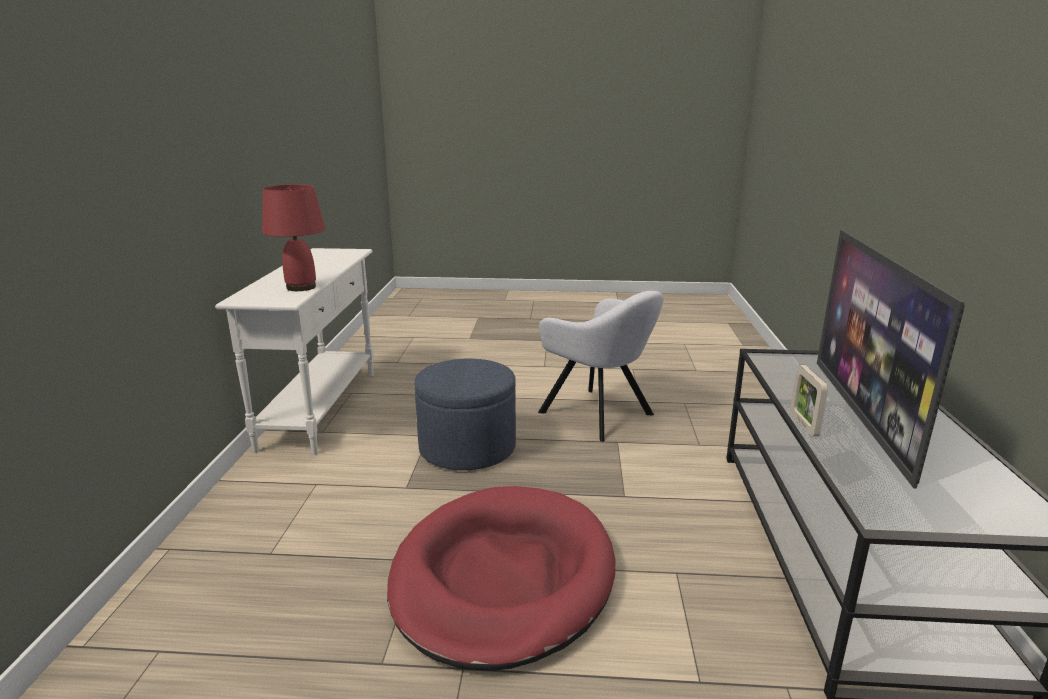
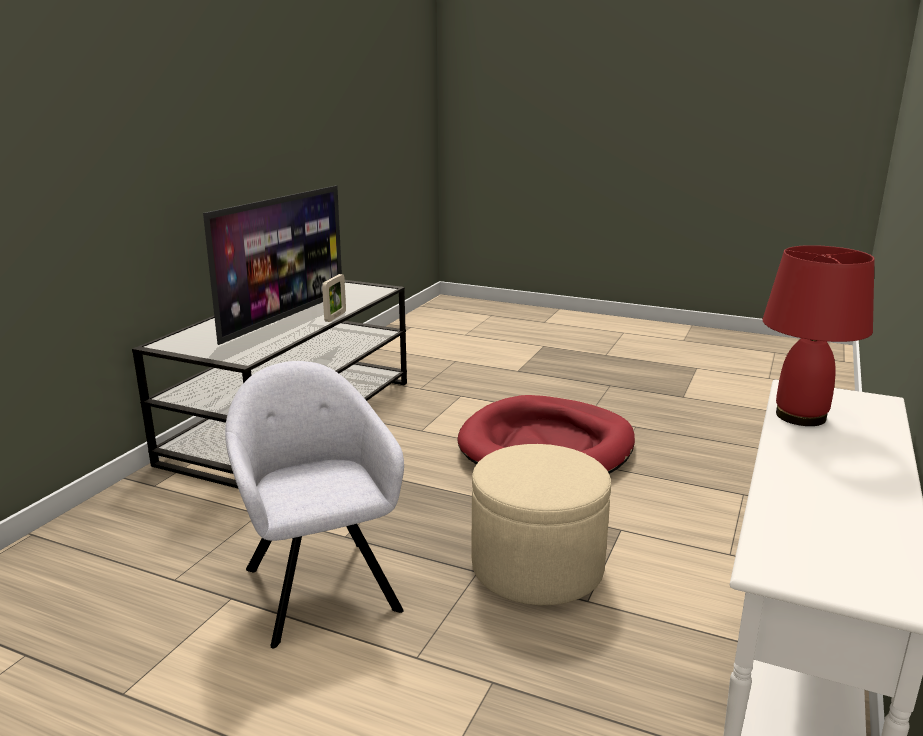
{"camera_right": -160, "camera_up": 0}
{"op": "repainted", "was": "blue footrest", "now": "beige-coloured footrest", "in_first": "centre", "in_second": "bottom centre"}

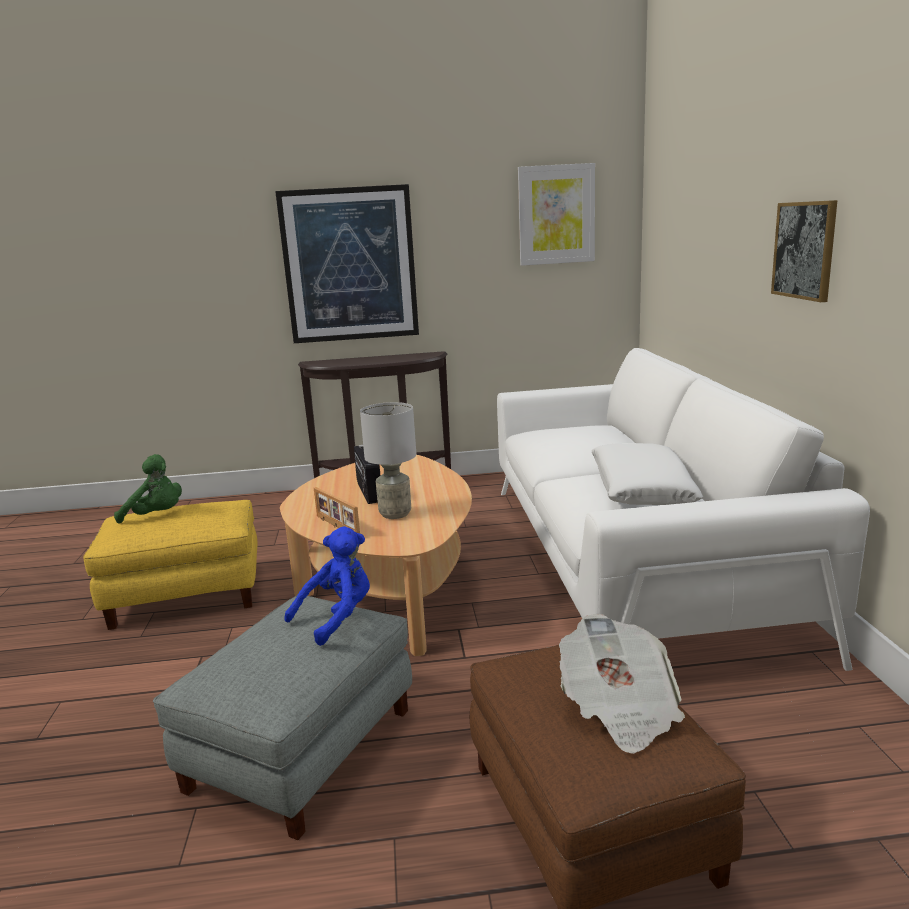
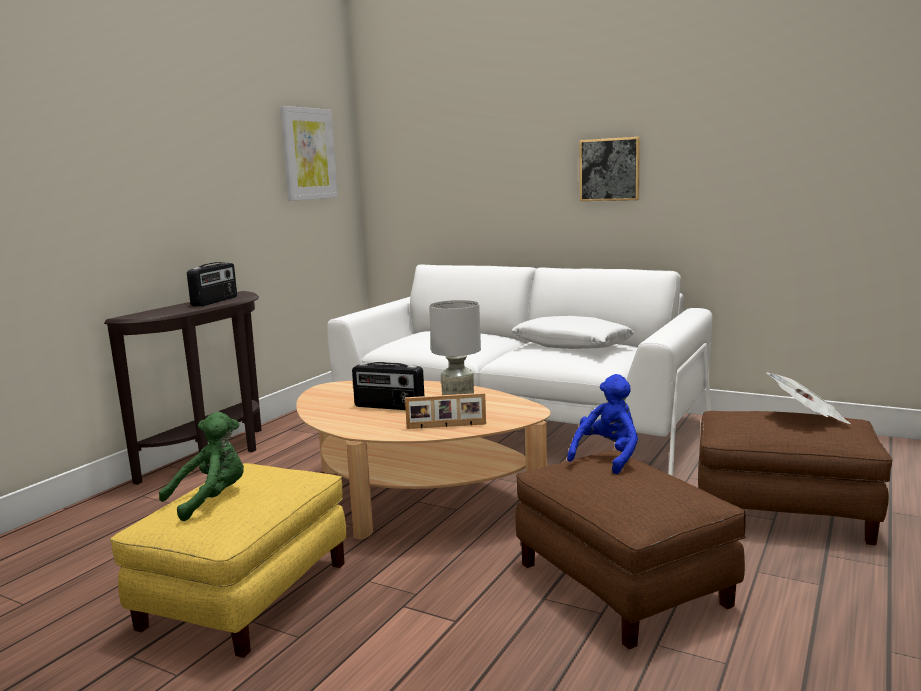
{"camera_right": -55, "camera_up": -5}
{"op": "gone", "was": "wall art (no. 1 from left)", "in_first": "top centre"}
{"op": "new", "now": "radio set (no. 1 from left)", "in_second": "middle left"}
{"op": "repainted", "was": "gray footrest", "now": "brown footrest (no. 1 from left)", "in_first": "bottom left", "in_second": "bottom right"}
{"op": "rotated", "was": "blue cuddly toy", "in_first": "centre", "in_second": "centre", "clockwise": 45}

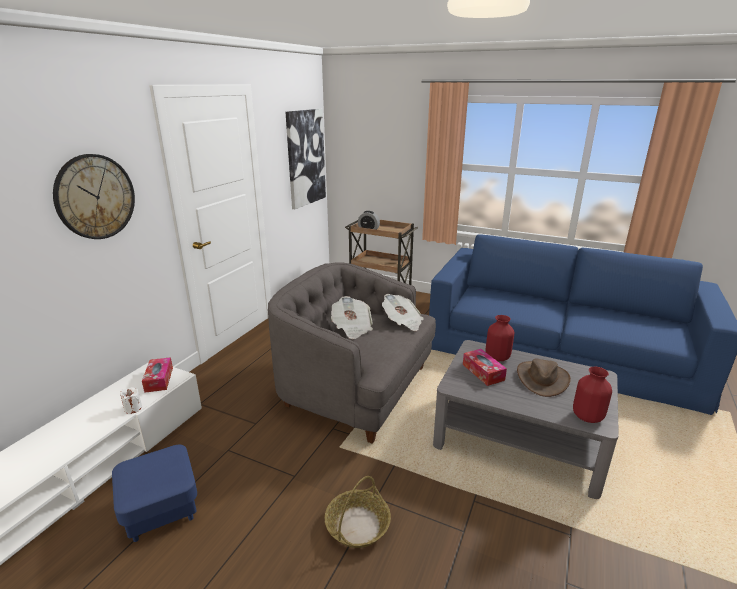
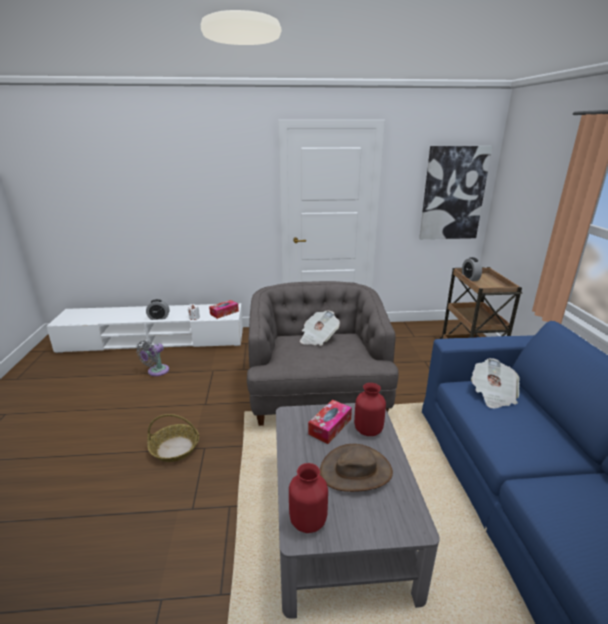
{"camera_right": 60, "camera_up": 0}
{"op": "gone", "was": "hanging clock", "in_first": "top left"}
{"op": "new", "now": "alarm clock (no. 1 from left)", "in_second": "middle left"}
{"op": "shifted", "was": "newspaper (no. 2 from left)", "in_first": "centre", "in_second": "middle right"}
{"op": "swapped", "was": "blue footrest", "now": "gray electric fan", "in_first": "bottom left", "in_second": "middle left"}

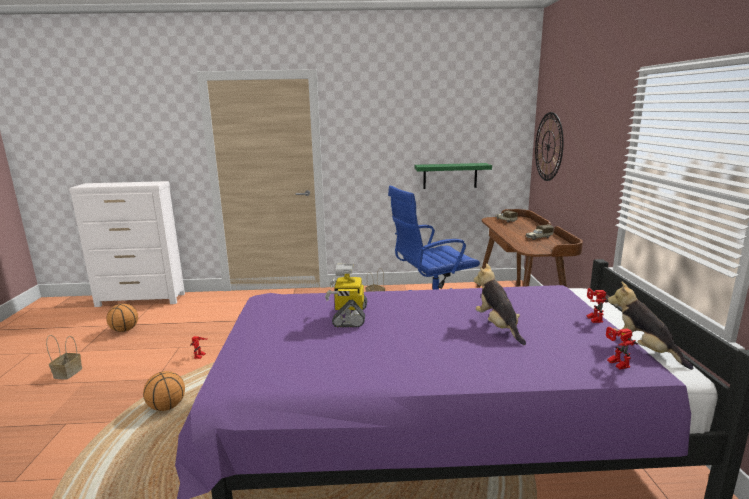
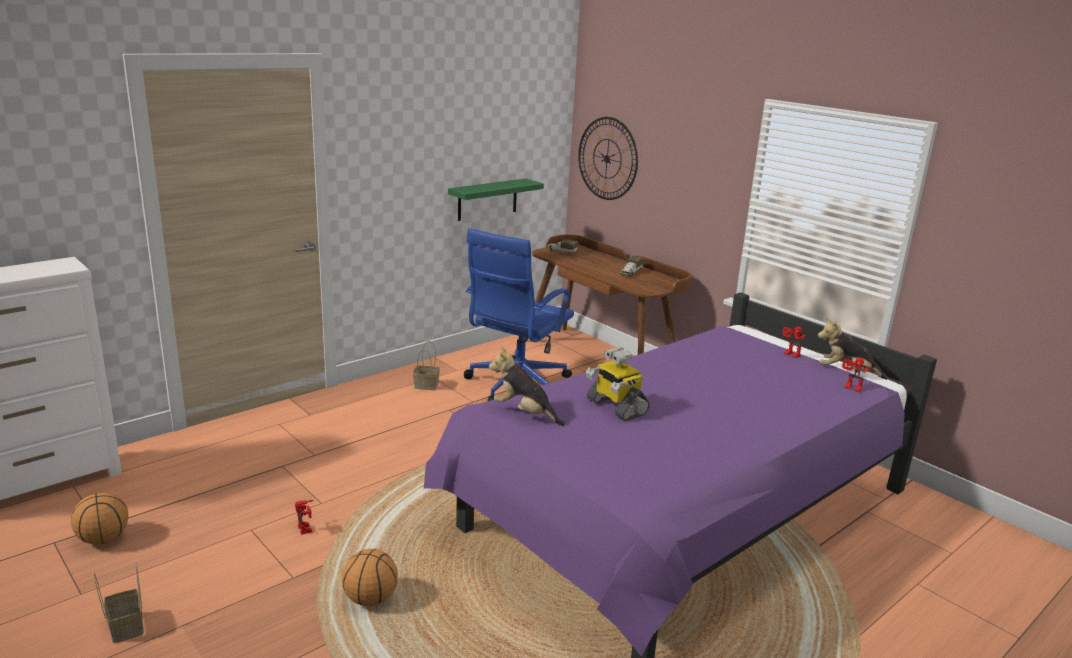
{"camera_right": -40, "camera_up": 5}
{"op": "shifted", "was": "cuddly toy (no. 1 from left)", "in_first": "middle right", "in_second": "centre"}

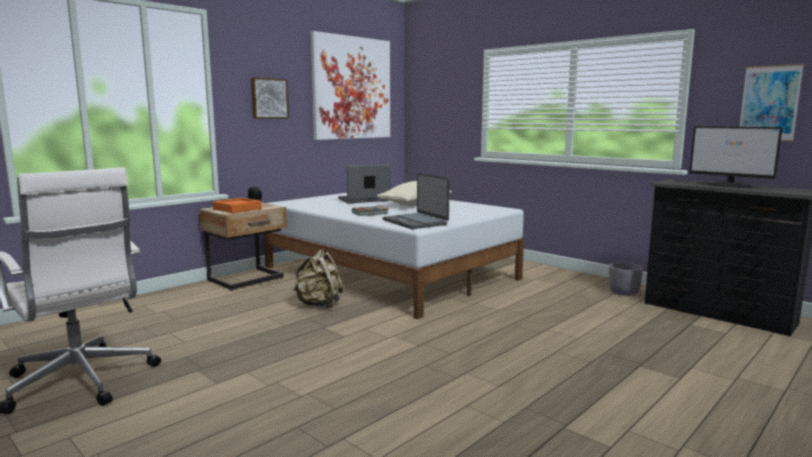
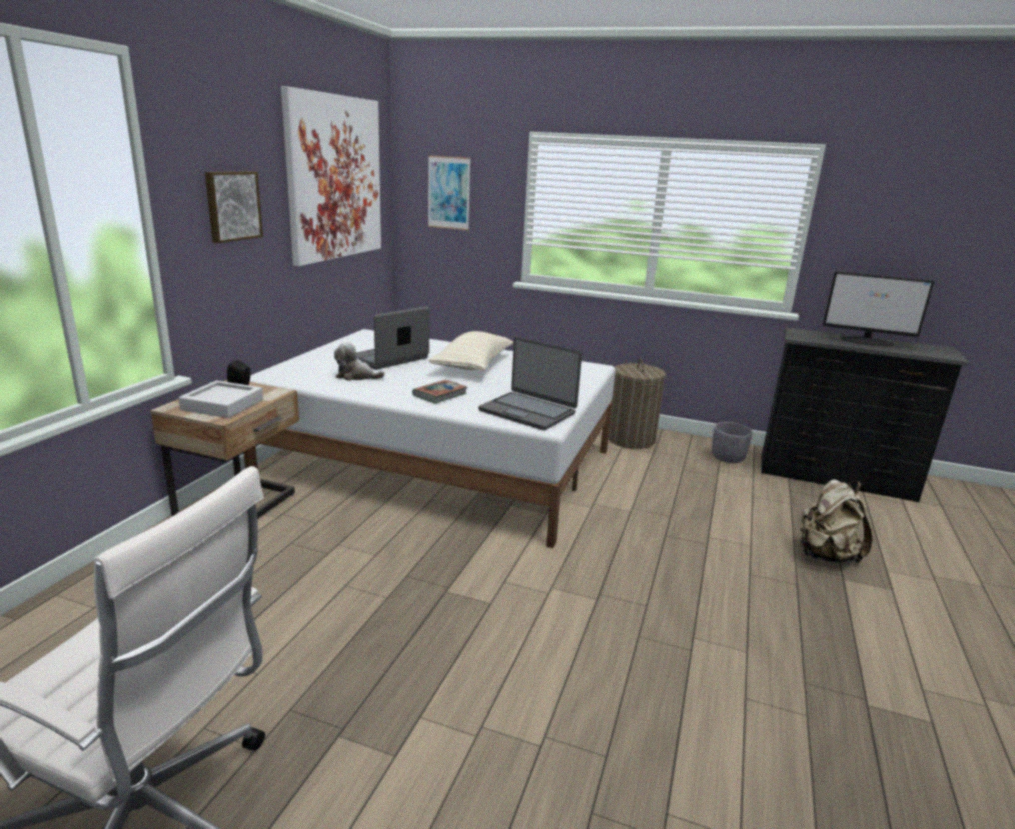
{"camera_right": -25, "camera_up": 10}
{"op": "new", "now": "cuddly toy", "in_second": "centre"}
{"op": "new", "now": "washing basket", "in_second": "centre"}
{"op": "shifted", "was": "beige-coloured backpack", "in_first": "centre", "in_second": "middle right"}
{"op": "shifted", "was": "wall art (no. 3 from left)", "in_first": "top right", "in_second": "top centre"}
{"op": "repainted", "was": "orange tray", "now": "gray tray", "in_first": "middle left", "in_second": "middle left"}

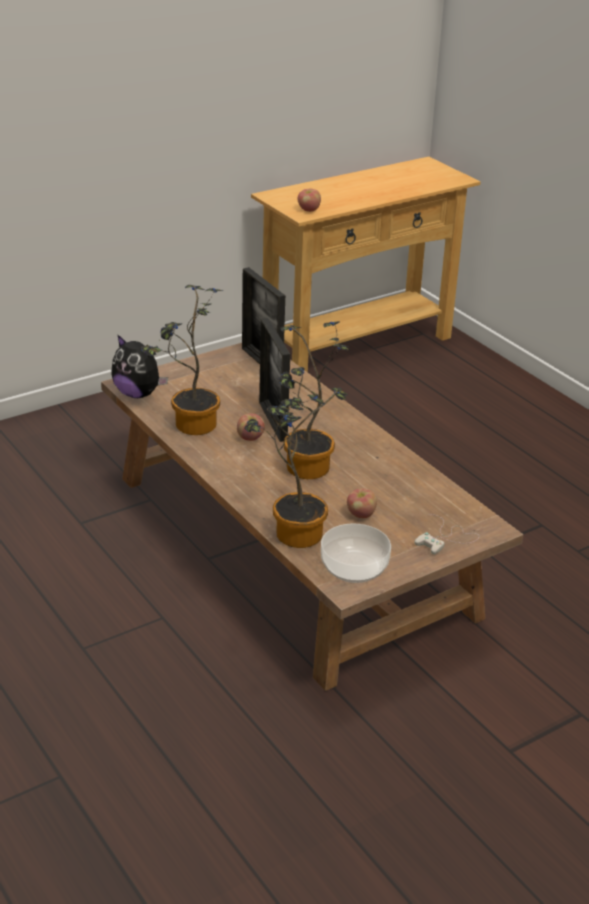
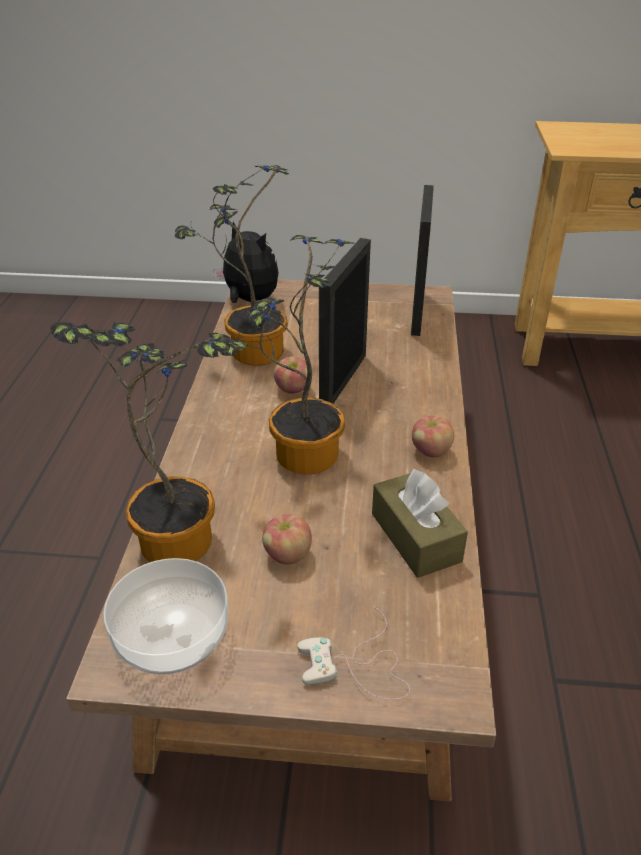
{"camera_right": 40, "camera_up": 5}
{"op": "new", "now": "brown tissue box", "in_second": "centre"}
{"op": "shifted", "was": "whole apple (no. 2 from left in the first image)", "now": "whole apple (no. 3 from left)", "in_first": "top centre", "in_second": "middle right"}
{"op": "rotated", "was": "cuddly toy", "in_first": "middle left", "in_second": "top centre", "clockwise": 150}

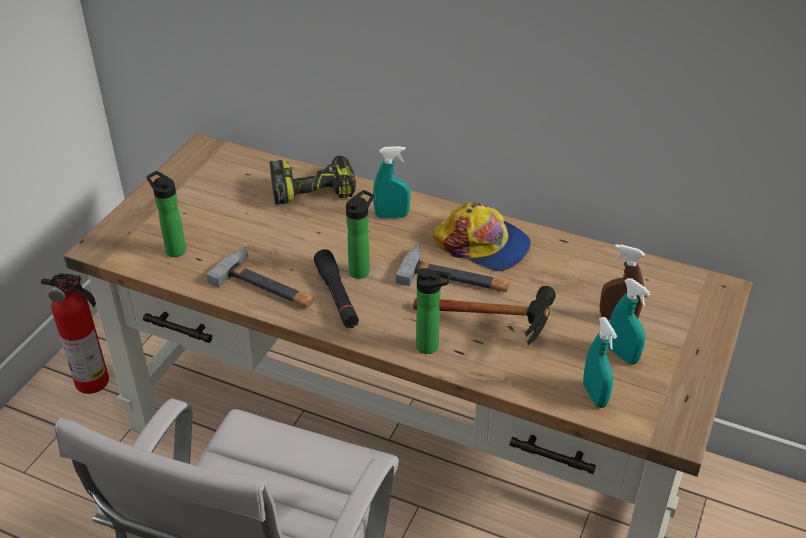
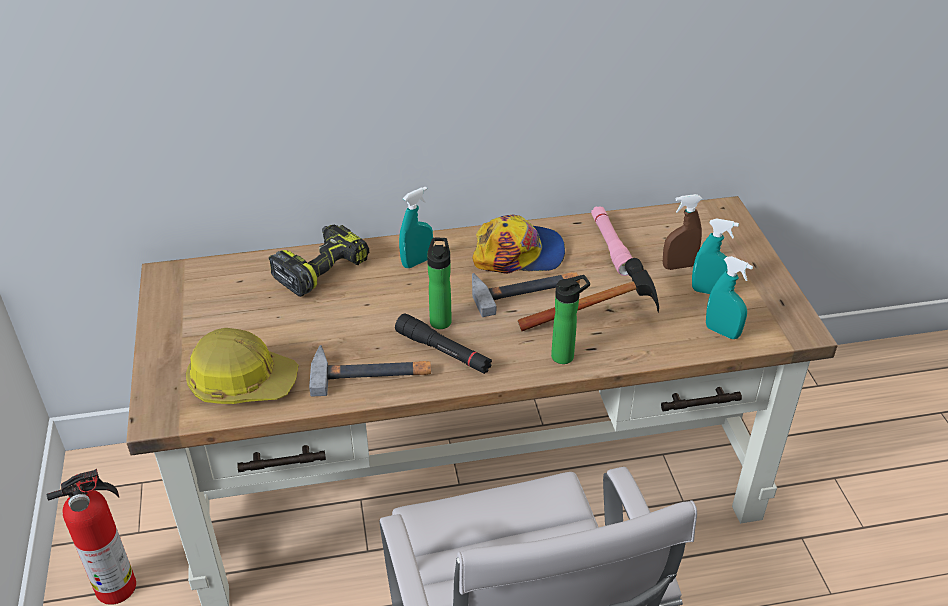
{"camera_right": -35, "camera_up": 0}
{"op": "new", "now": "pink-coloured torch", "in_second": "centre"}
{"op": "swapped", "was": "beverage bottle (no. 1 from left)", "now": "safety helmet", "in_first": "middle left", "in_second": "middle left"}

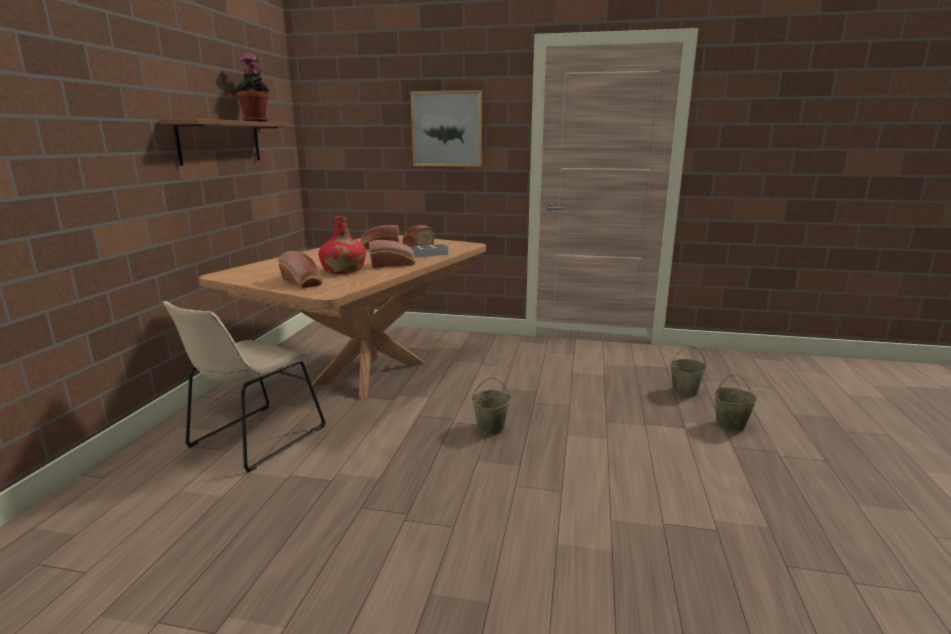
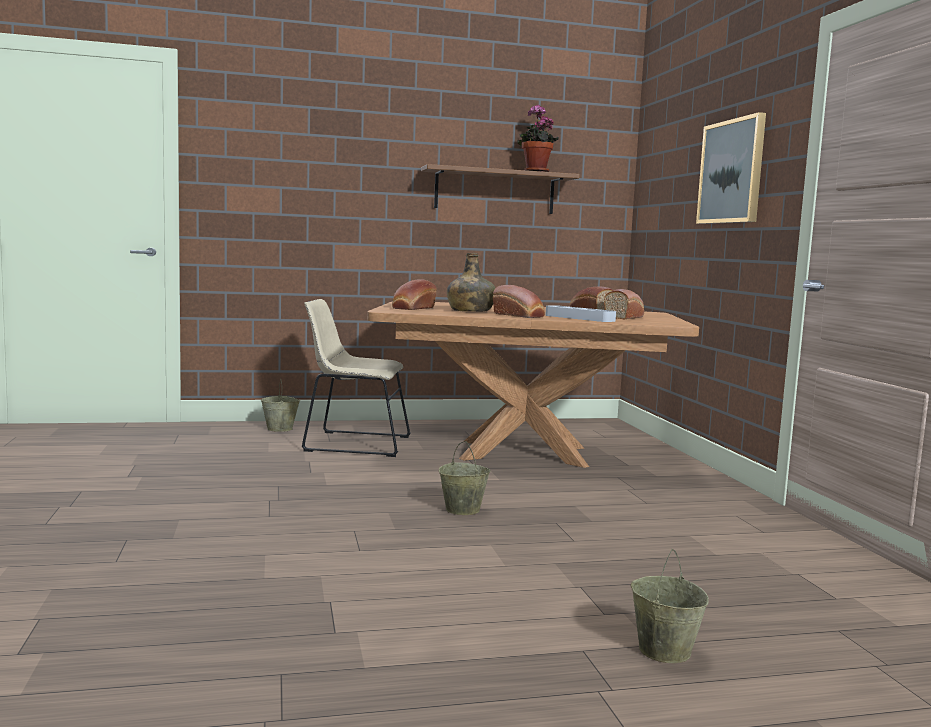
{"camera_right": 65, "camera_up": -10}
{"op": "shifted", "was": "beige-coloured water bucket (no. 2 from left in the first image)", "now": "beige-coloured water bucket (no. 1 from left)", "in_first": "middle right", "in_second": "middle left"}
{"op": "repainted", "was": "red-coloured beverage bottle", "now": "green-coloured beverage bottle", "in_first": "centre", "in_second": "centre"}

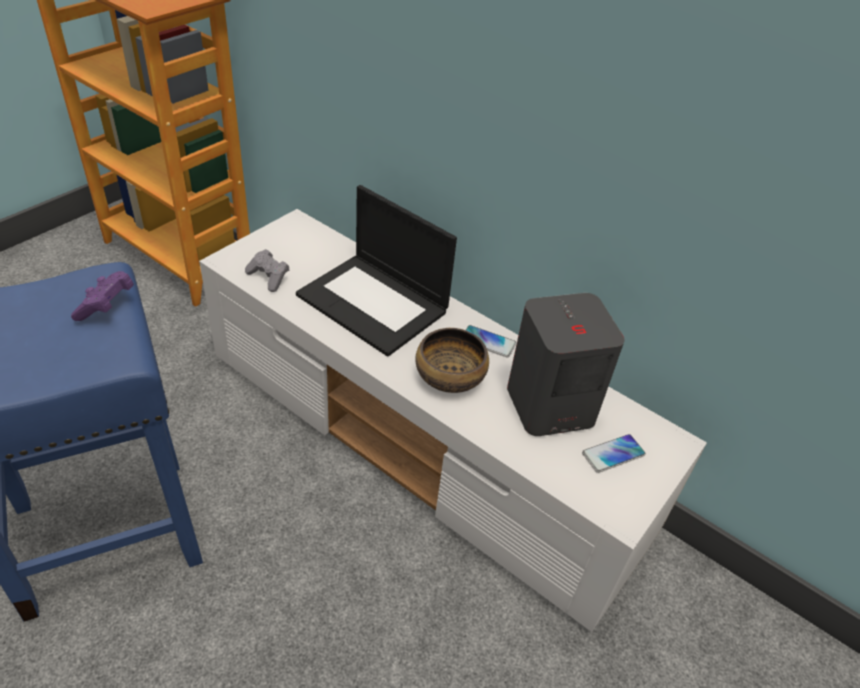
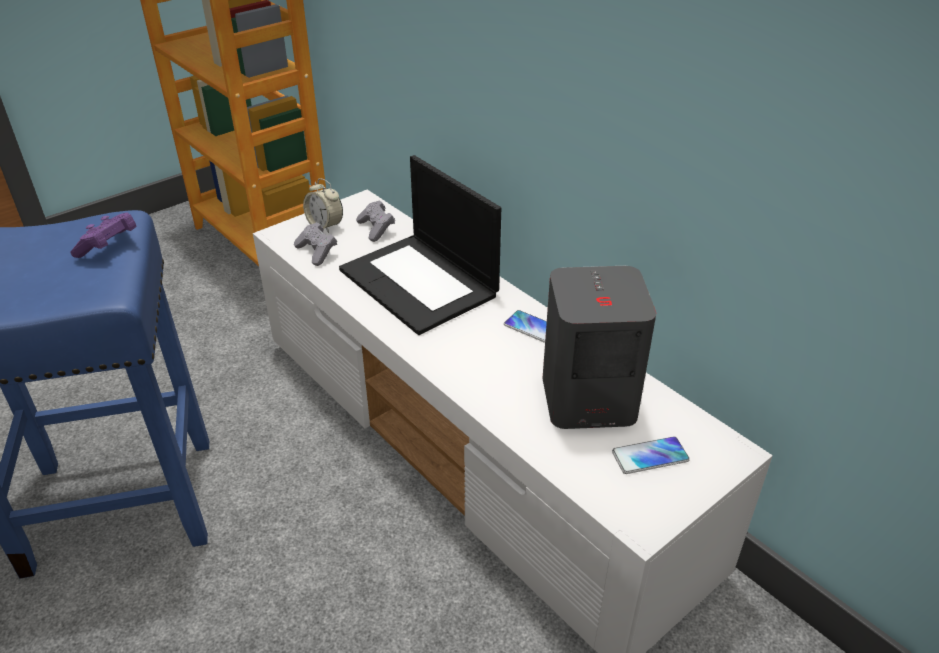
{"camera_right": 15, "camera_up": -5}
{"op": "gone", "was": "serving bowl", "in_first": "centre"}
{"op": "new", "now": "alarm clock", "in_second": "top centre"}
{"op": "new", "now": "gray gamepad (no. 2 from left)", "in_second": "centre"}

